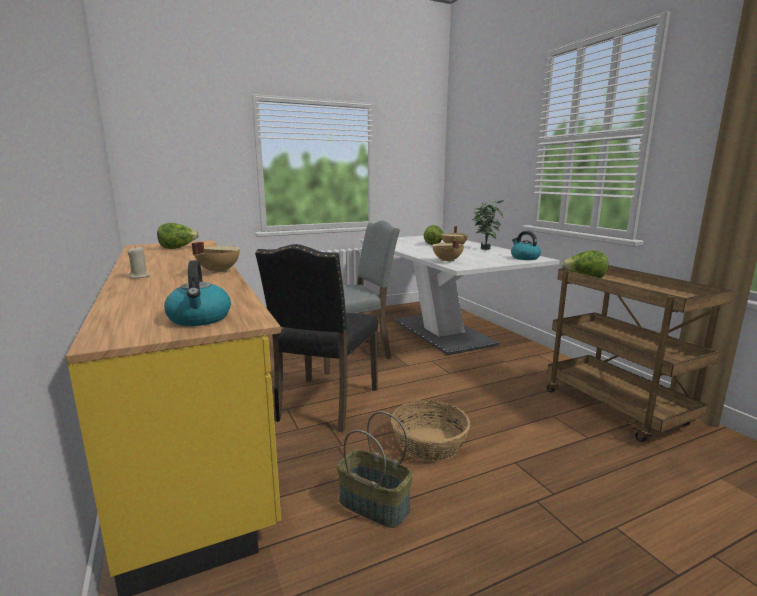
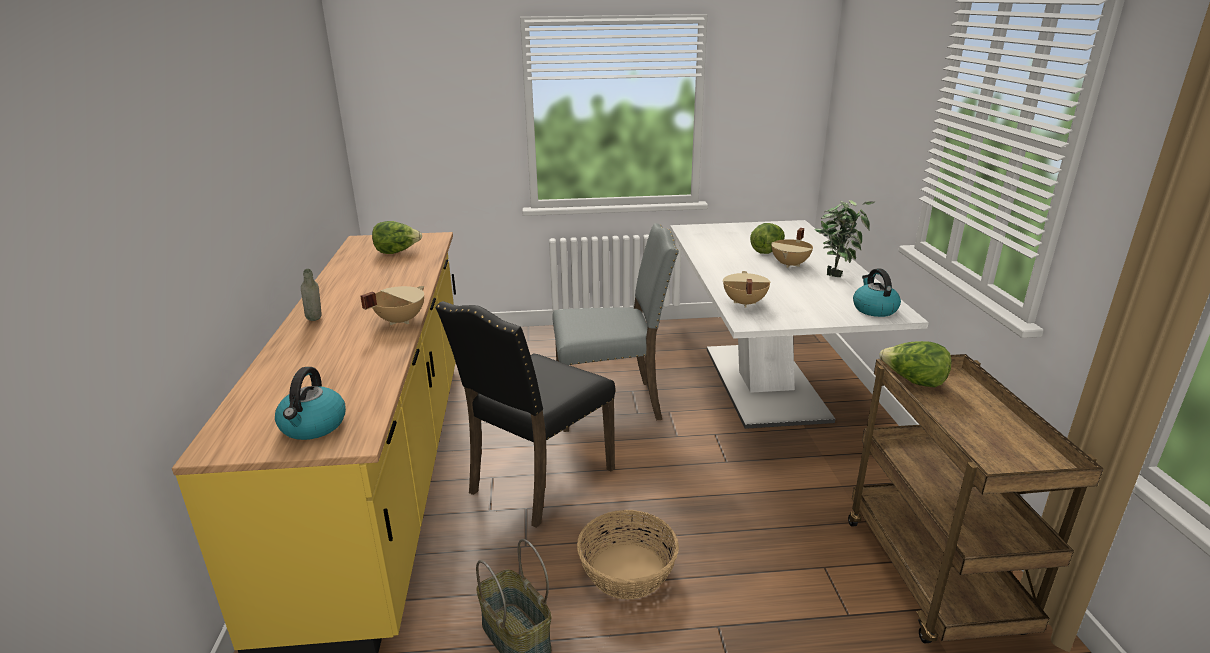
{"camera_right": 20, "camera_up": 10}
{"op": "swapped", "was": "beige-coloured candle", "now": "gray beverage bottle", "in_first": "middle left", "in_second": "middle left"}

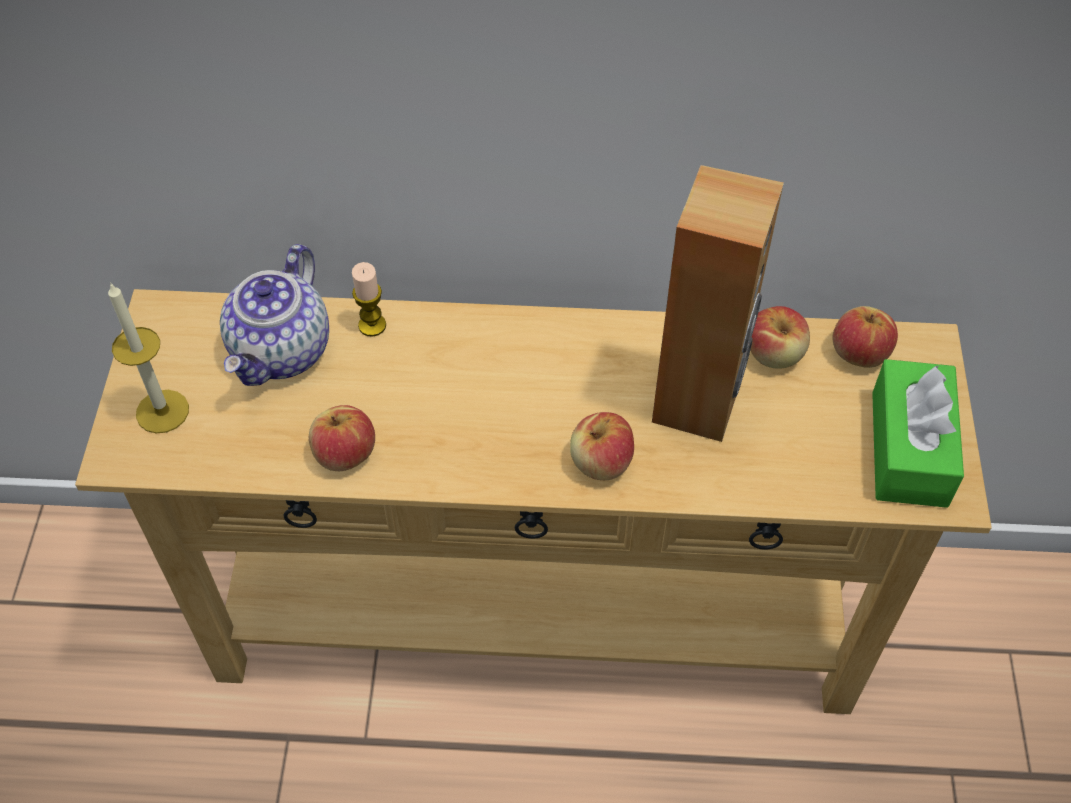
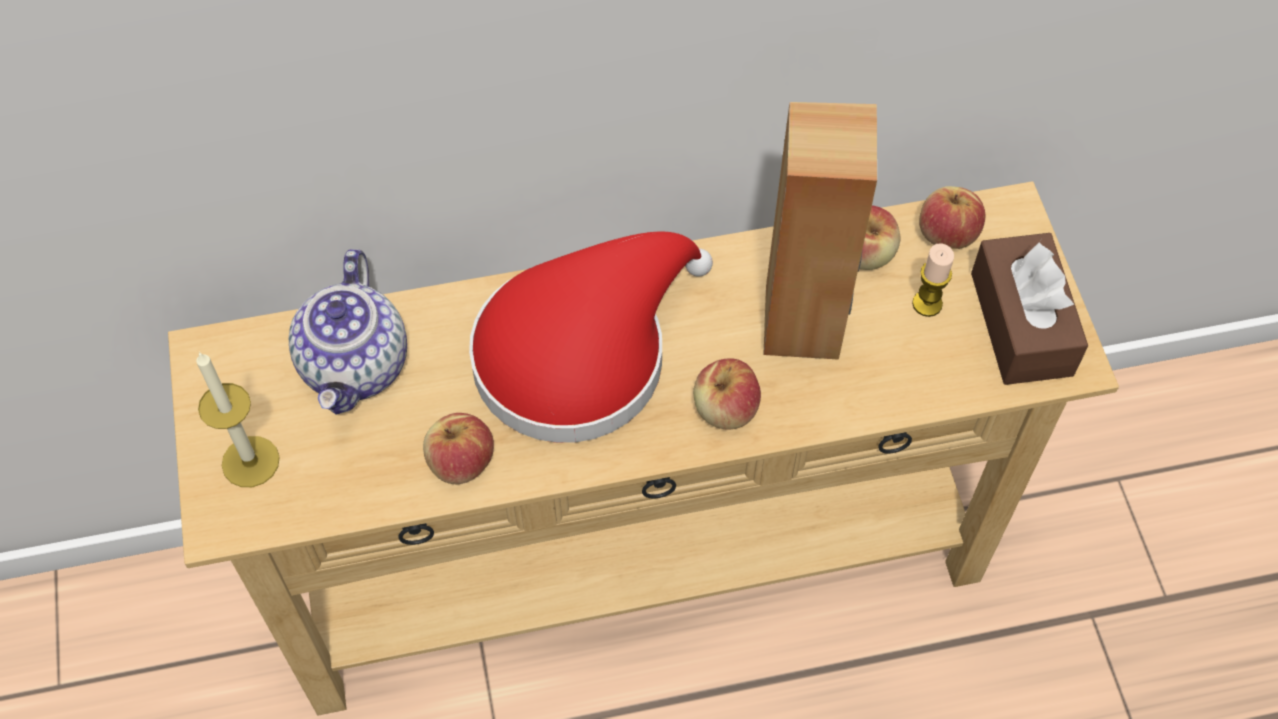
{"camera_right": -15, "camera_up": 5}
{"op": "new", "now": "red-coloured clothing hat", "in_second": "centre"}
{"op": "shifted", "was": "candle (no. 2 from left)", "in_first": "centre", "in_second": "middle right"}
{"op": "repainted", "was": "green-coloured tissue box", "now": "brown tissue box", "in_first": "middle right", "in_second": "middle right"}

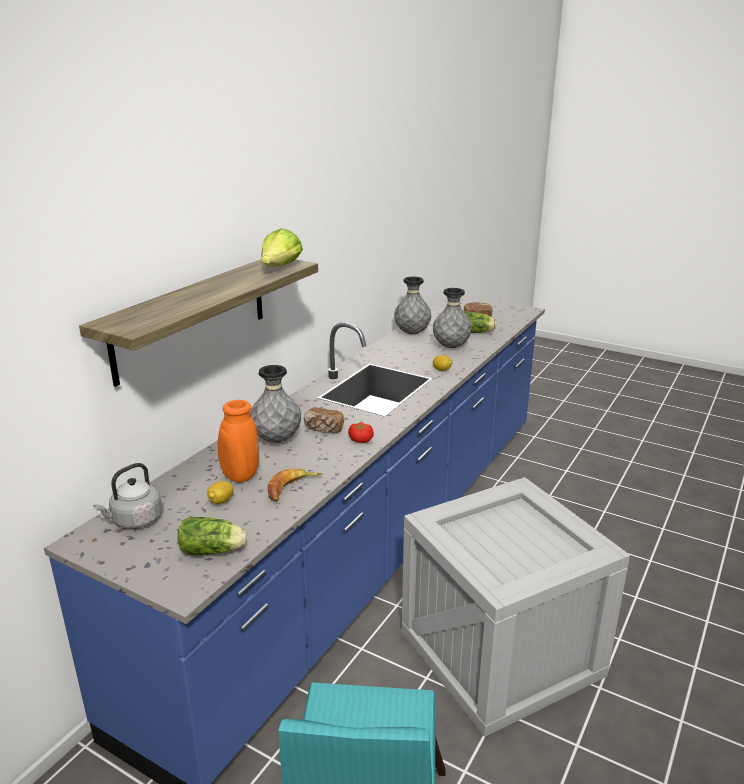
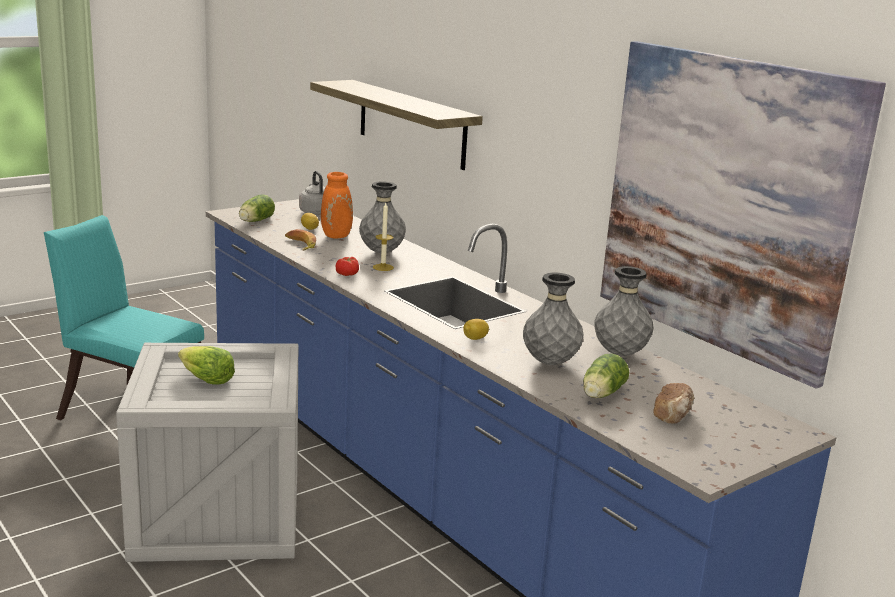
{"camera_right": 110, "camera_up": -5}
{"op": "new", "now": "wall art", "in_second": "middle right"}
{"op": "shifted", "was": "lettuce head (no. 2 from left in the first image)", "now": "lettuce head (no. 1 from left)", "in_first": "top centre", "in_second": "middle left"}
{"op": "swapped", "was": "baked bread (no. 1 from left)", "now": "candle", "in_first": "centre", "in_second": "centre"}

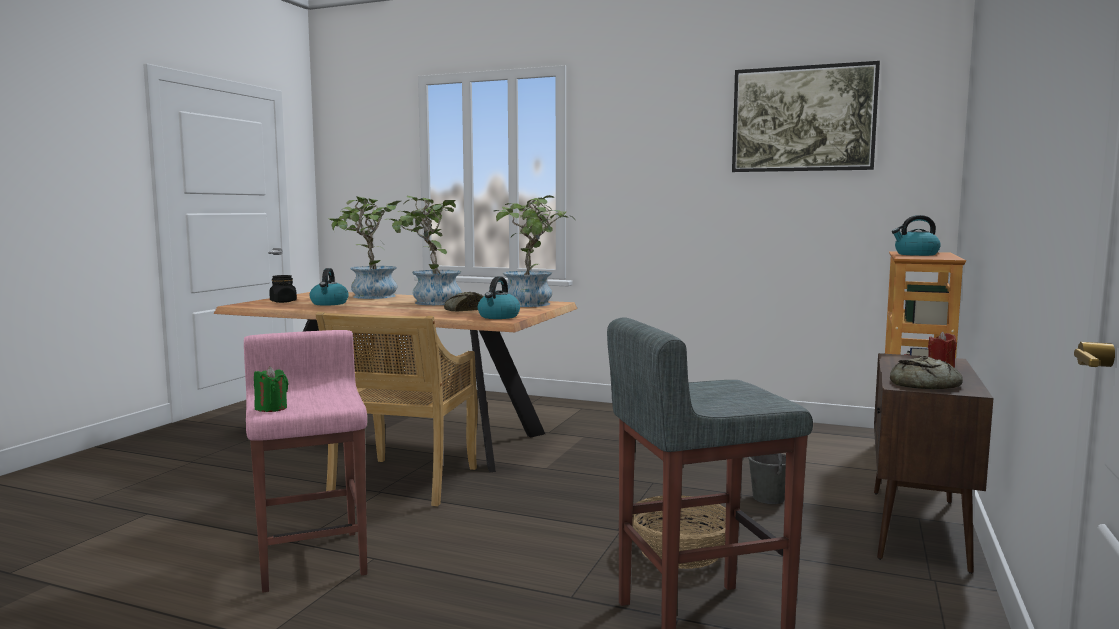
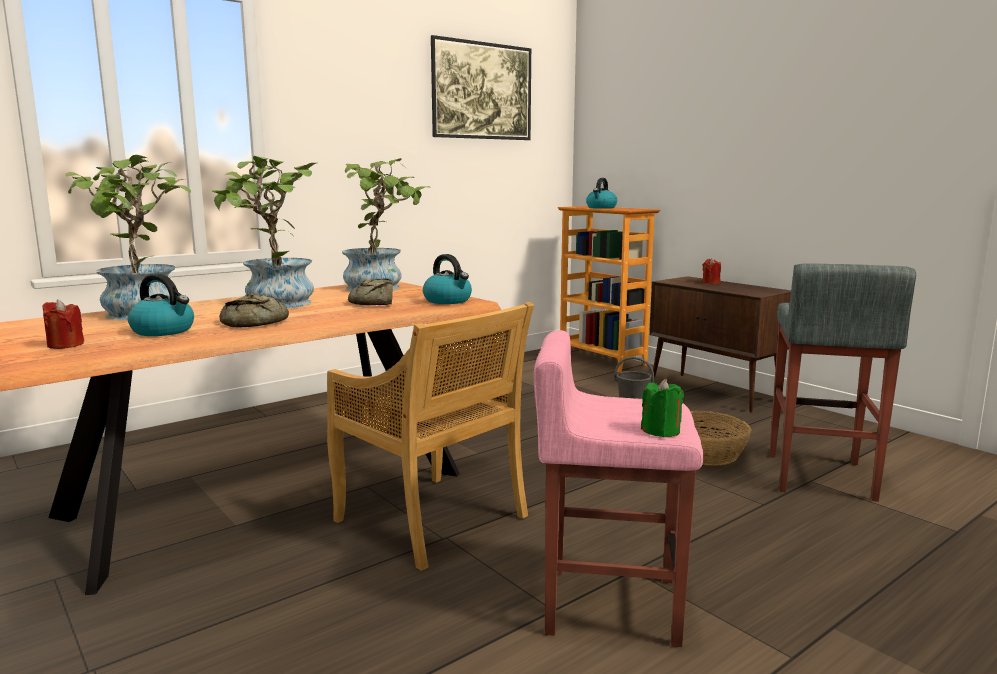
{"camera_right": -60, "camera_up": 5}
{"op": "shifted", "was": "baked bread (no. 2 from left in the first image)", "now": "baked bread (no. 1 from left)", "in_first": "middle right", "in_second": "middle left"}
{"op": "swapped", "was": "black jar", "now": "red-coloured candle (no. 1 from left)", "in_first": "middle left", "in_second": "middle left"}

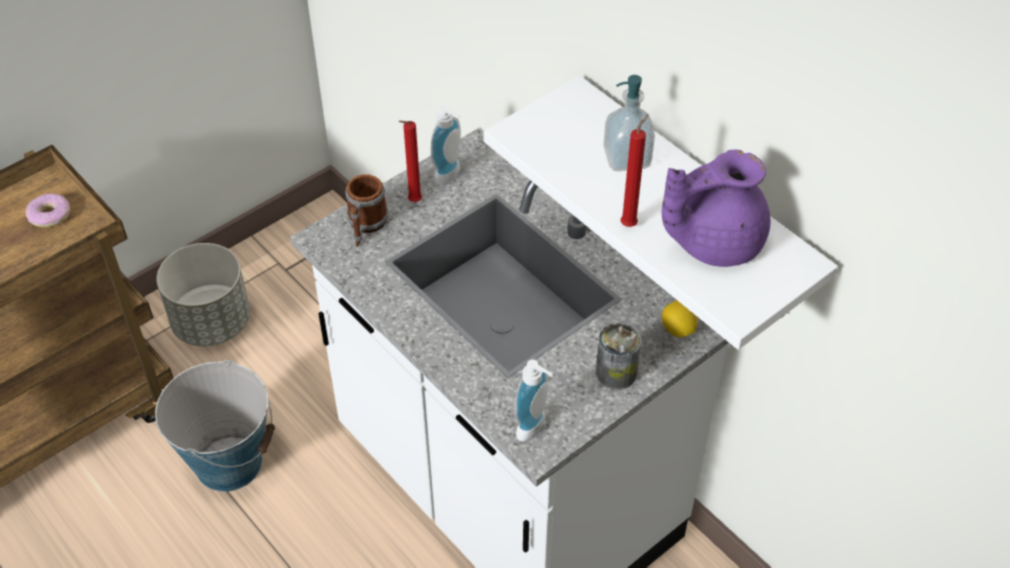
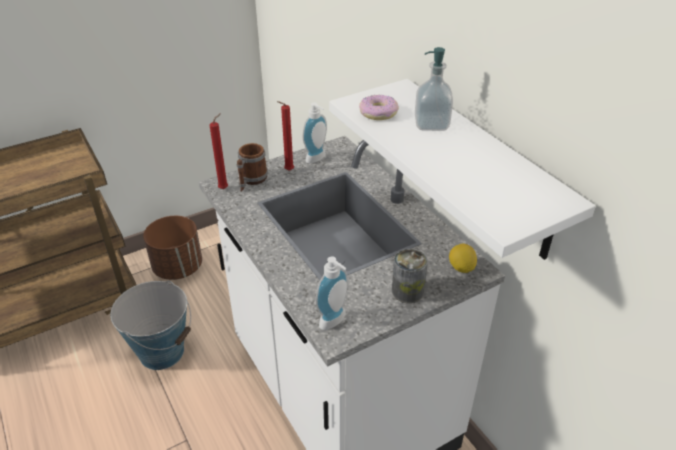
{"camera_right": 10, "camera_up": -10}
{"op": "gone", "was": "purple tea pot", "in_first": "middle right"}
{"op": "shifted", "was": "donut", "in_first": "middle left", "in_second": "top centre"}
{"op": "shifted", "was": "red-coloured candle (no. 2 from left in the first image)", "now": "red-coloured candle (no. 1 from left)", "in_first": "top centre", "in_second": "middle left"}
{"op": "repainted", "was": "gray plant pot", "now": "brown plant pot", "in_first": "middle left", "in_second": "middle left"}

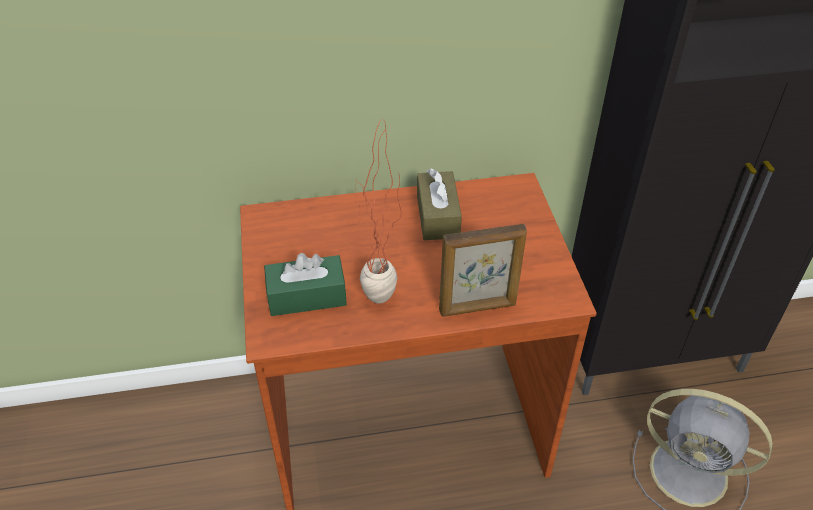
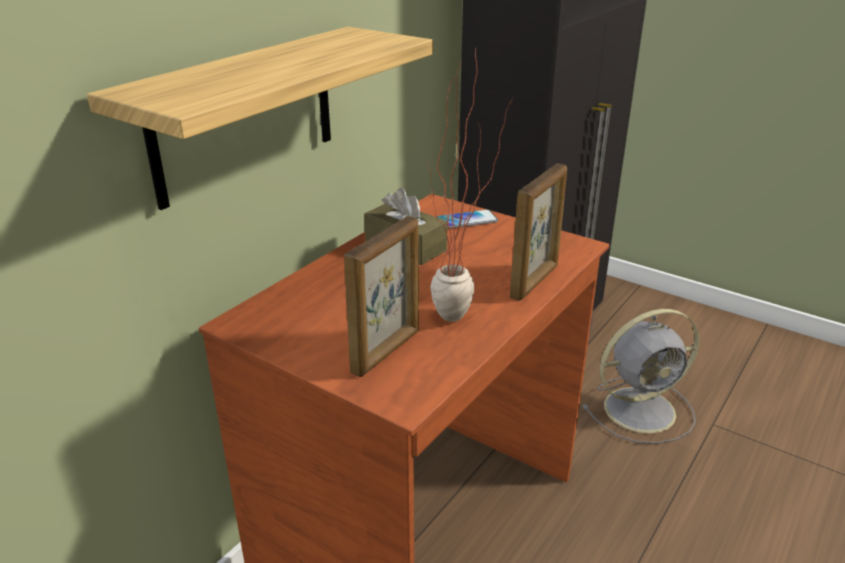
{"camera_right": -45, "camera_up": -15}
{"op": "new", "now": "shelf", "in_second": "top left"}
{"op": "new", "now": "handset", "in_second": "centre"}
{"op": "swapped", "was": "green-coloured tissue box", "now": "photo frame (no. 1 from left)", "in_first": "centre", "in_second": "centre"}

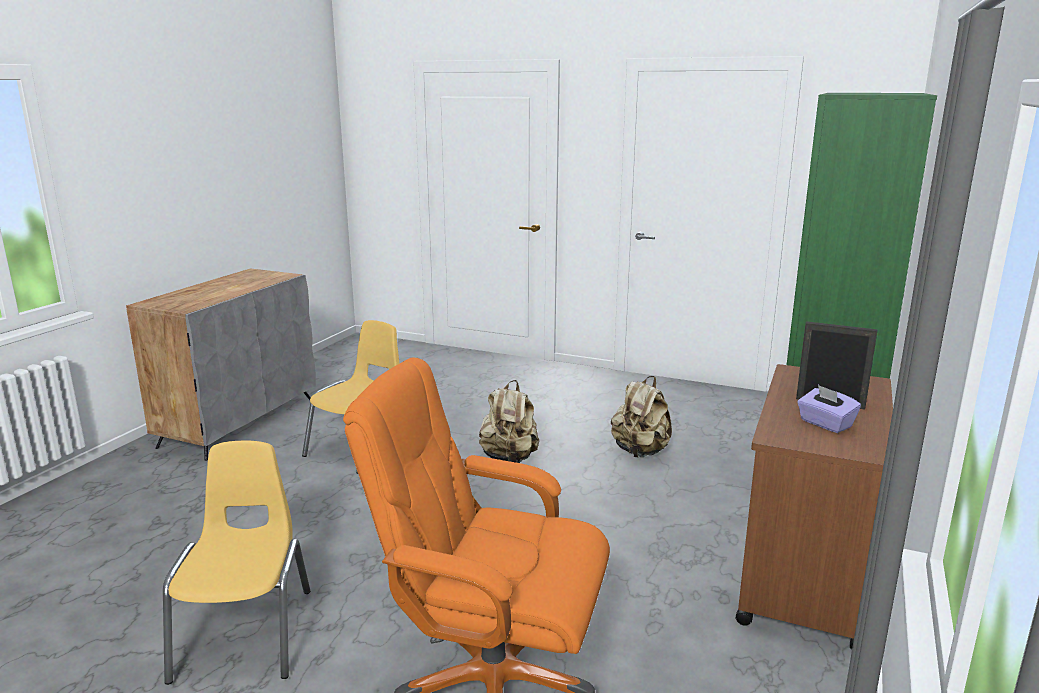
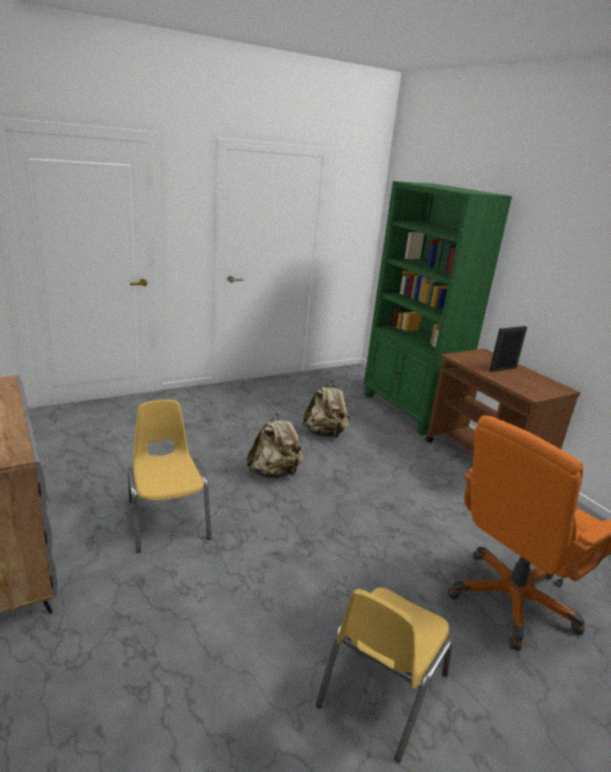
{"camera_right": -55, "camera_up": 5}
{"op": "gone", "was": "purple tissue box", "in_first": "middle right"}
{"op": "rotated", "was": "yellowish upright chair (no. 1 from left in the first image)", "in_first": "bottom left", "in_second": "bottom centre", "clockwise": -90}

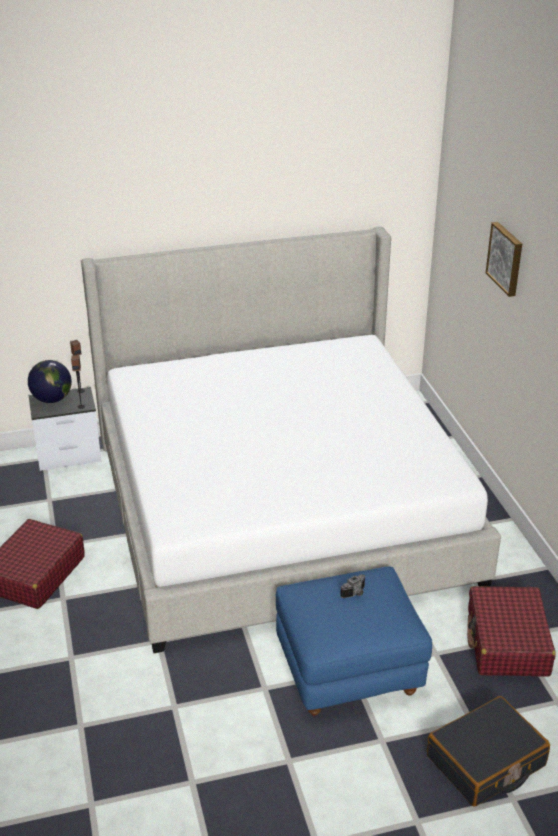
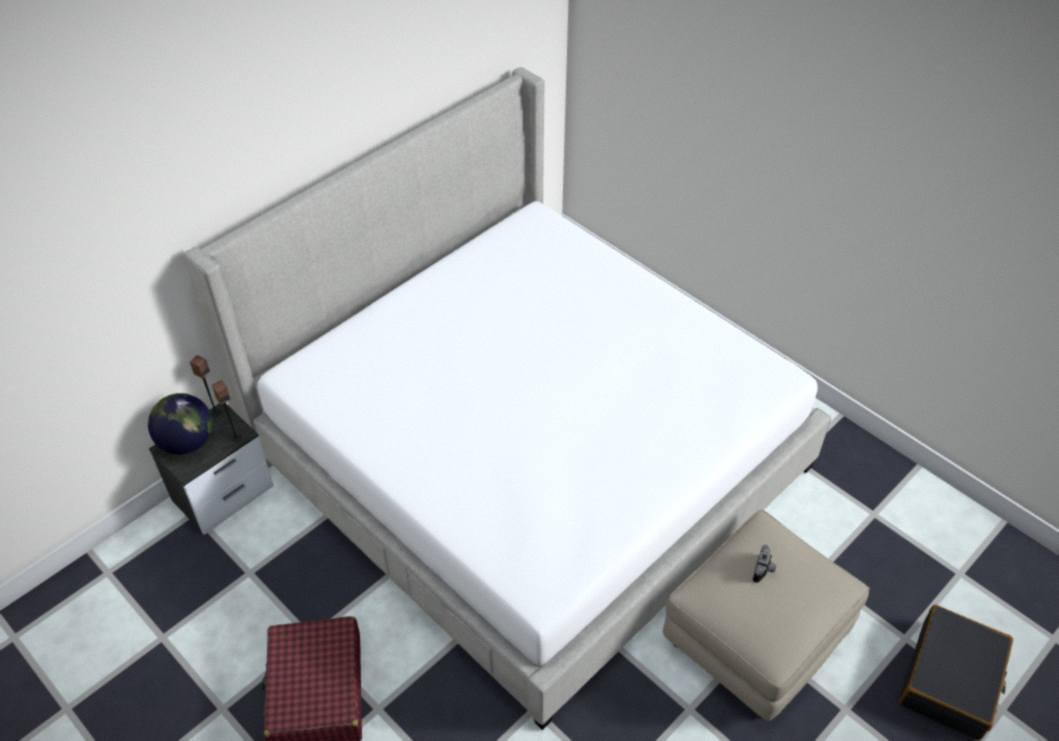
{"camera_right": -30, "camera_up": 15}
{"op": "gone", "was": "red-coloured piece of luggage (no. 2 from left)", "in_first": "bottom right"}
{"op": "gone", "was": "wall art", "in_first": "top right"}
{"op": "repainted", "was": "blue footrest", "now": "beige-coloured footrest", "in_first": "bottom centre", "in_second": "bottom right"}

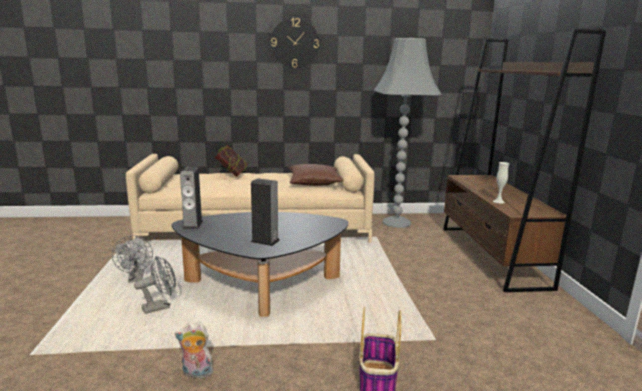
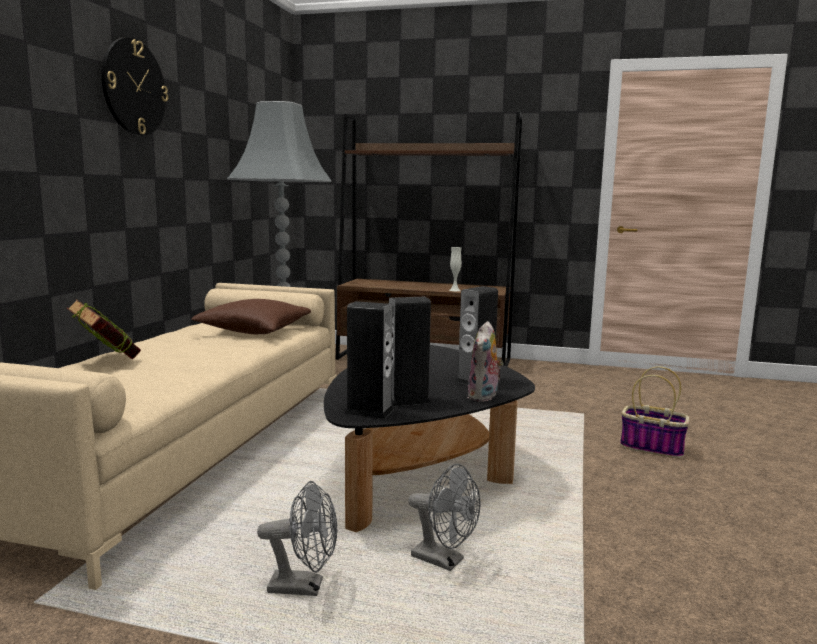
{"camera_right": -70, "camera_up": -5}
{"op": "new", "now": "loudspeaker (no. 2 from left)", "in_second": "centre"}
{"op": "shifted", "was": "cuddly toy", "in_first": "bottom left", "in_second": "centre"}
{"op": "rotated", "was": "gray electric fan (no. 2 from left)", "in_first": "bottom left", "in_second": "bottom centre", "clockwise": 135}

